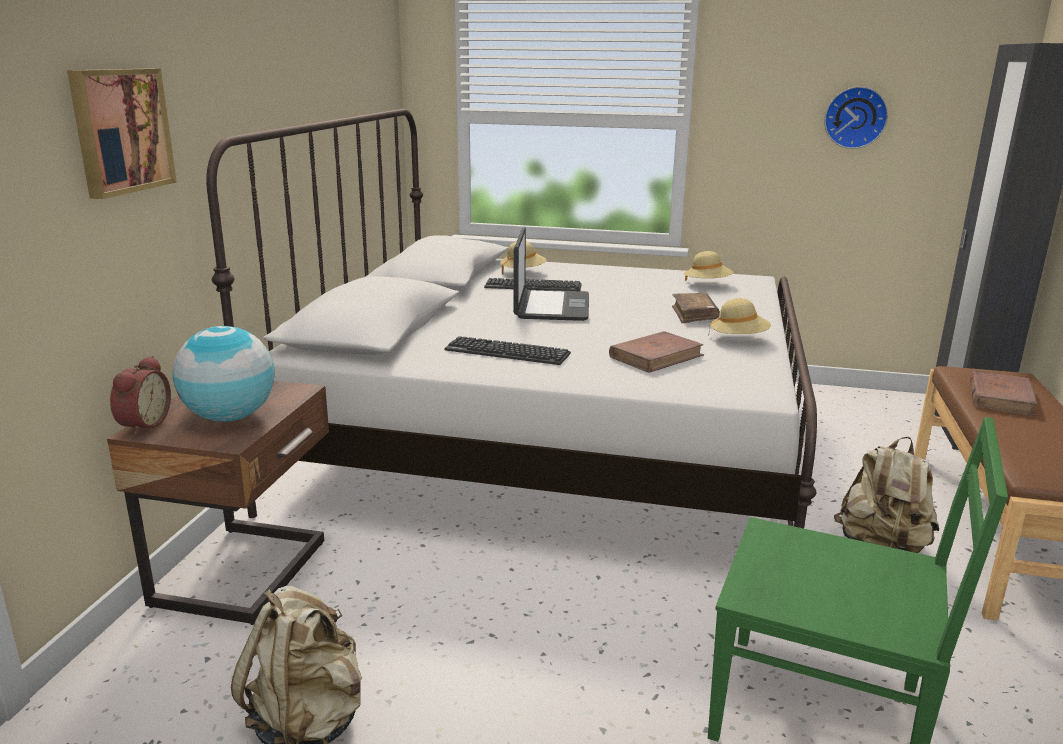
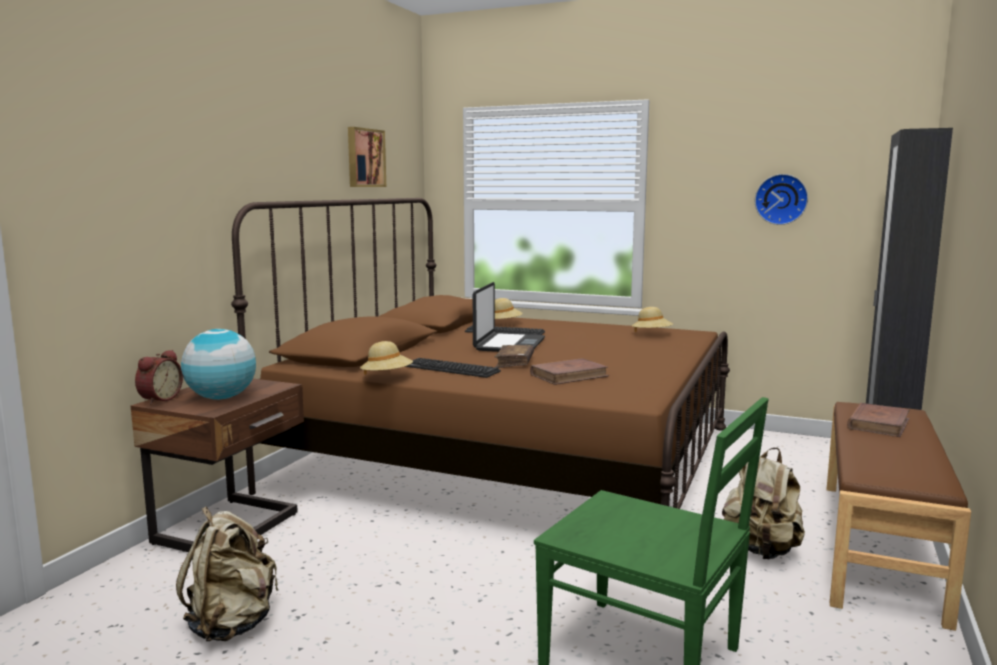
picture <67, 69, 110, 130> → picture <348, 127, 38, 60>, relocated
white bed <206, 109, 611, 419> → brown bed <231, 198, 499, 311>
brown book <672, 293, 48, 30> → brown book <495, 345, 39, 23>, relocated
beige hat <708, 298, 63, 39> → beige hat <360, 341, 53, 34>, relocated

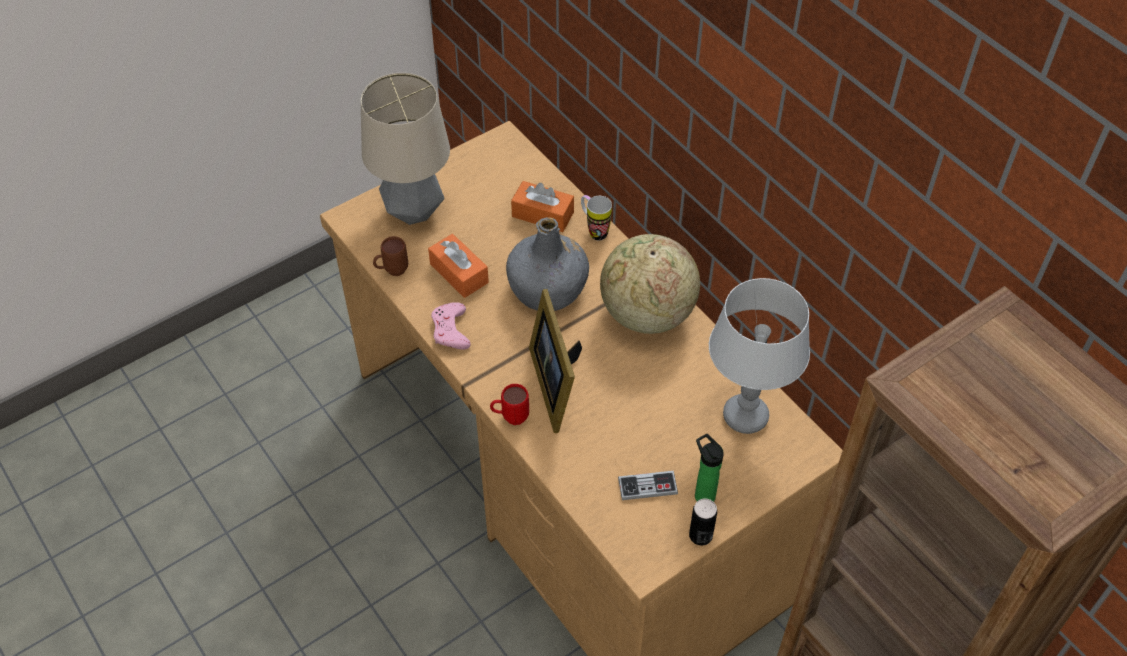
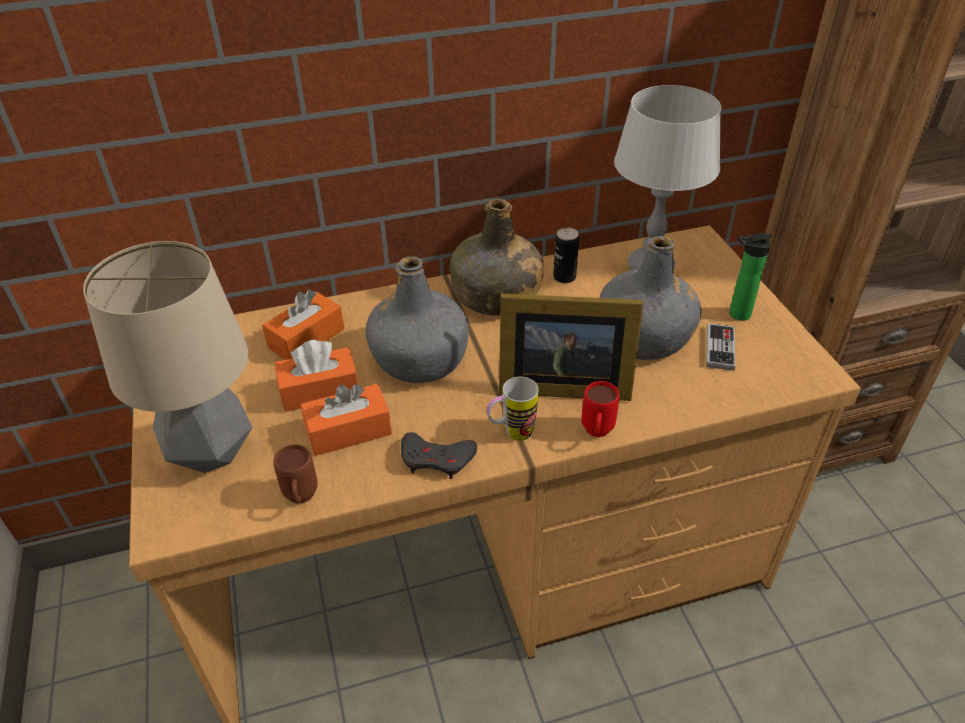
mug <581, 195, 31, 45> → mug <487, 377, 51, 64>, relocated
globe <600, 234, 100, 100> → green bottle <450, 199, 94, 117>
pink game controller <431, 302, 40, 48> → grey game controller <401, 432, 76, 47>
can <689, 498, 28, 48> → can <553, 227, 26, 56>, relocated
- → grey bottle <599, 236, 102, 124>
- → orange tissue box <275, 340, 83, 72>

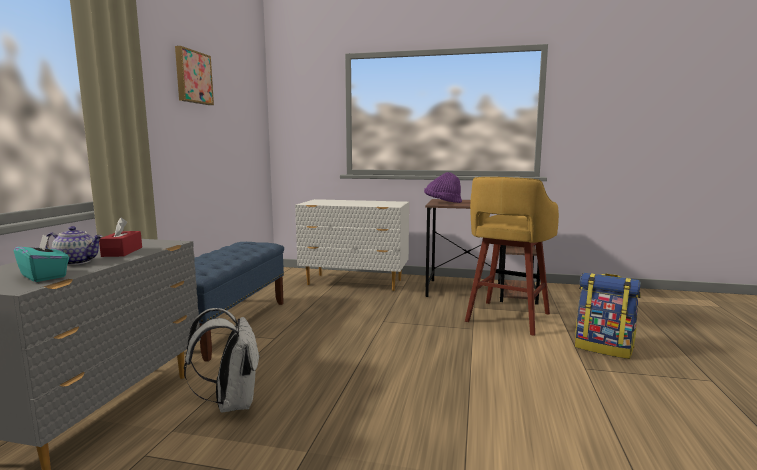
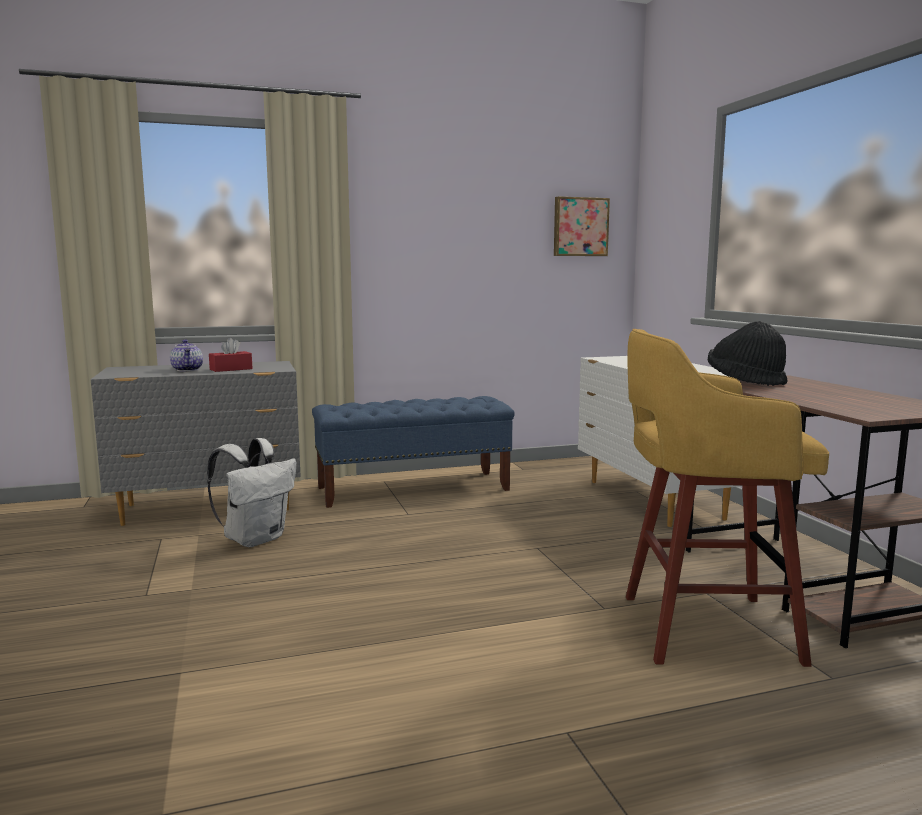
picture <175, 46, 39, 59> → picture <554, 196, 56, 60>, relocated
purple hat <424, 172, 38, 31> → black hat <707, 321, 81, 65>
turquoise tissue box <14, 235, 55, 47> → -
backpack <575, 273, 66, 86> → -

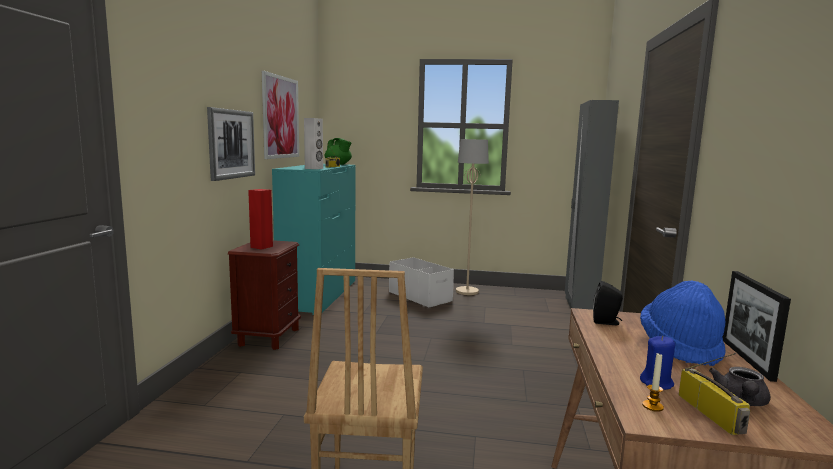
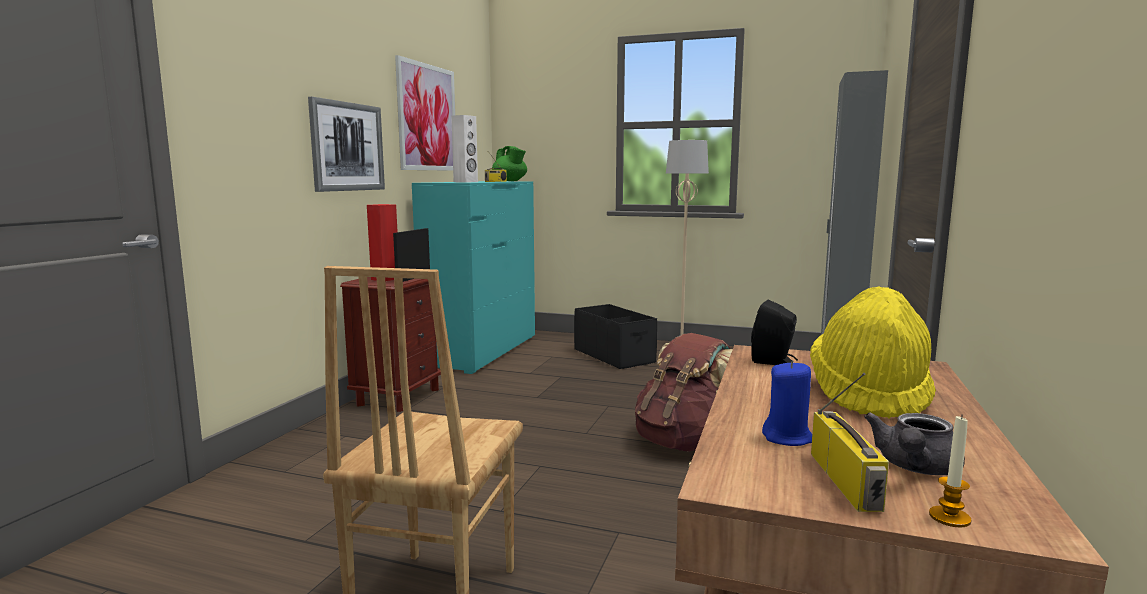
white storage box <389, 257, 65, 51> → black storage box <574, 304, 83, 65>
picture frame <723, 271, 68, 111> → picture frame <393, 228, 37, 54>, relocated
blue hat <640, 281, 85, 85> → yellow hat <810, 287, 126, 131>
candle <642, 352, 22, 60> → candle <929, 416, 42, 112>, relocated
- → brown backpack <635, 333, 98, 119>

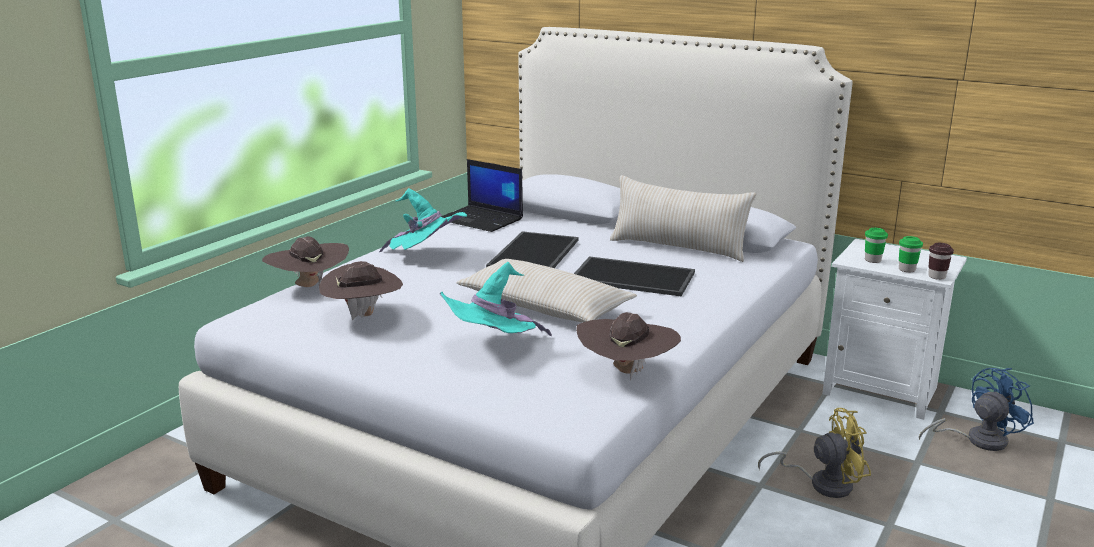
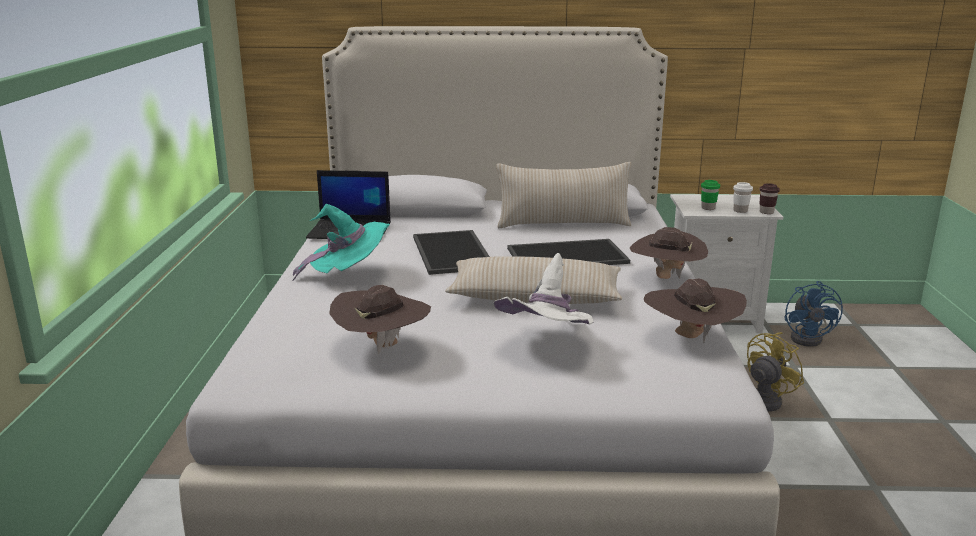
brown hat <262, 236, 87, 51> → brown hat <630, 227, 78, 52>, relocated
green cup <899, 236, 24, 36> → white cup <733, 182, 20, 31>
turquoise hat <440, 262, 112, 74> → white hat <494, 253, 100, 71>
blue fan <919, 368, 115, 83> → blue fan <784, 281, 59, 66>, 150 degrees clockwise

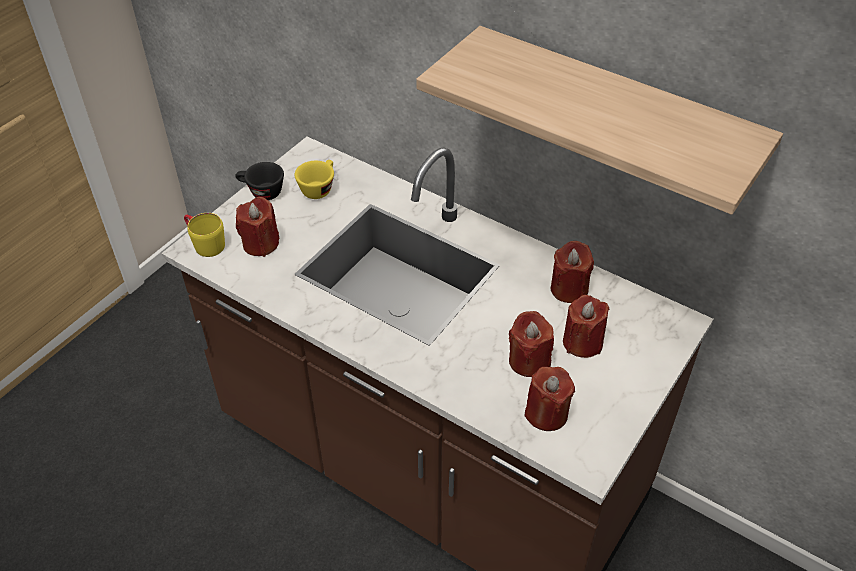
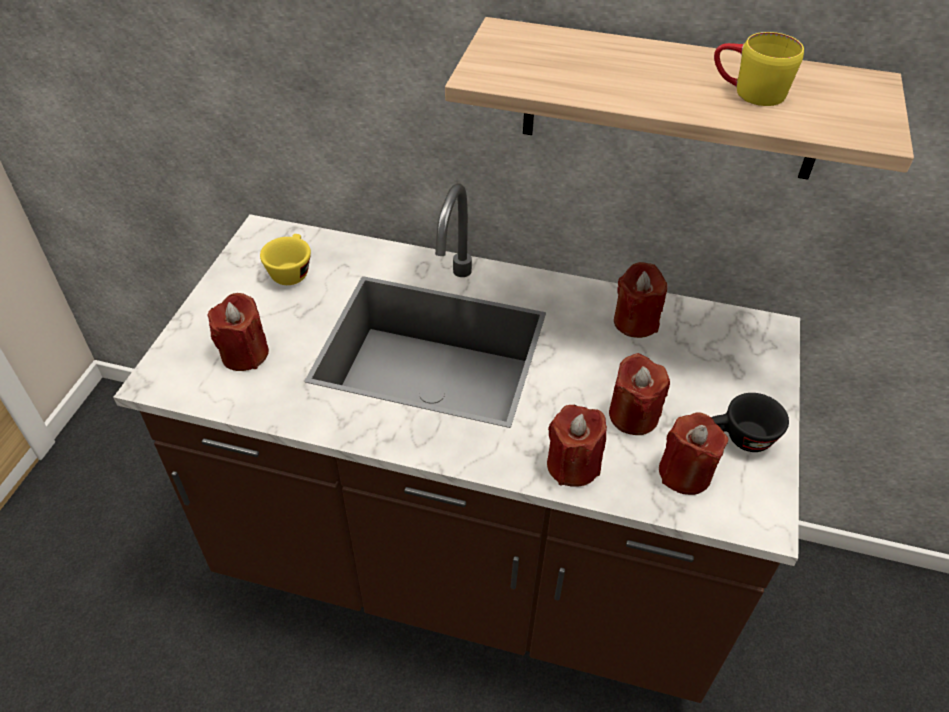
black cup <235, 162, 49, 38> → black cup <711, 393, 78, 59>, relocated
yellow mug <184, 213, 41, 44> → yellow mug <714, 32, 90, 74>, relocated
red candle <563, 295, 47, 63> → red candle <547, 405, 60, 82>, relocated

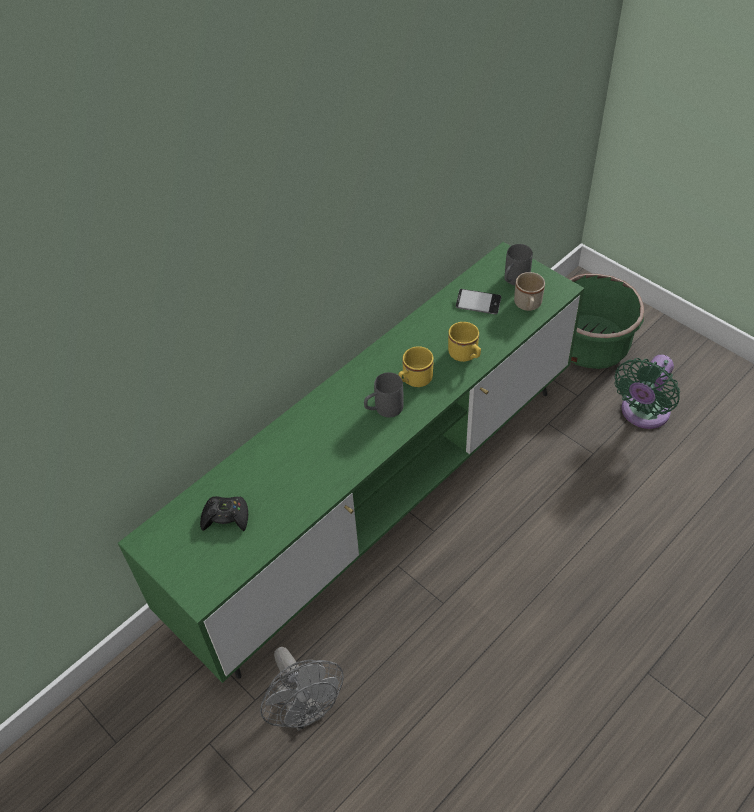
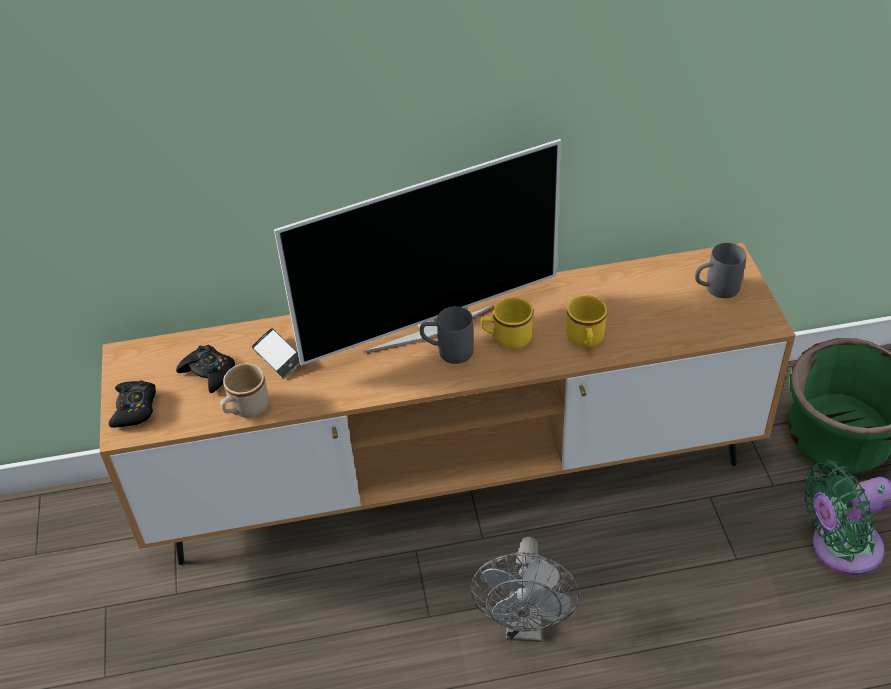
green tv stand <118, 242, 466, 441> → brown tv stand <100, 243, 695, 322>
beige mug <514, 272, 31, 39> → beige mug <220, 363, 49, 54>, relocated
phone <456, 289, 45, 25> → phone <252, 328, 48, 50>, relocated
grey fan <260, 647, 84, 84> → grey fan <470, 537, 110, 105>, relocated
- → television <274, 139, 287, 227>
- → black game controller <109, 380, 47, 47>

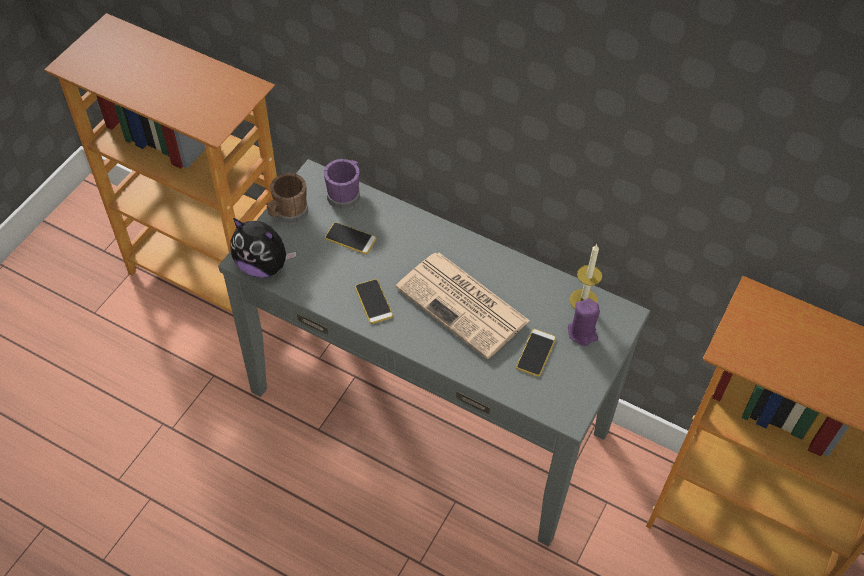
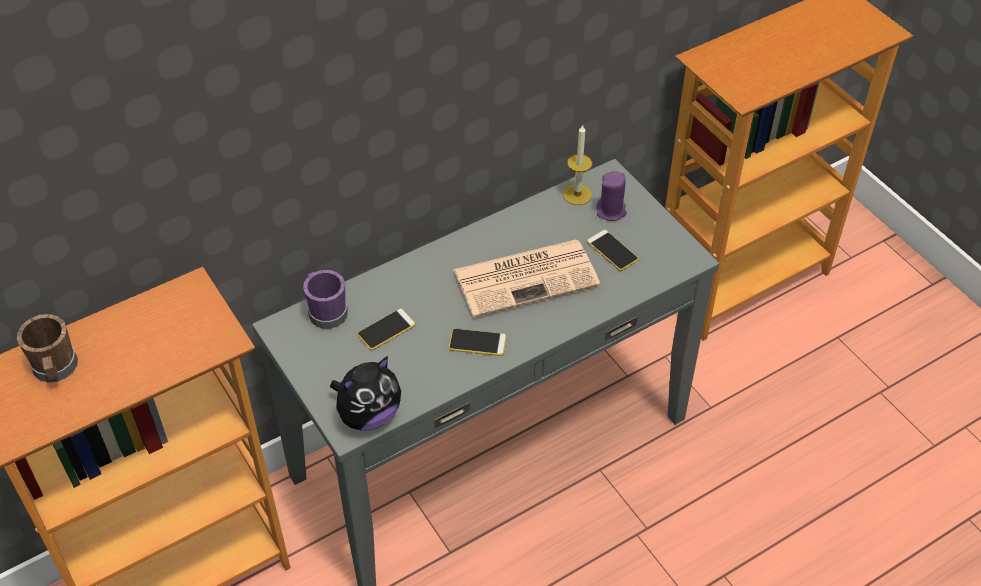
brown mug <267, 173, 41, 51> → brown mug <17, 314, 61, 68>, relocated

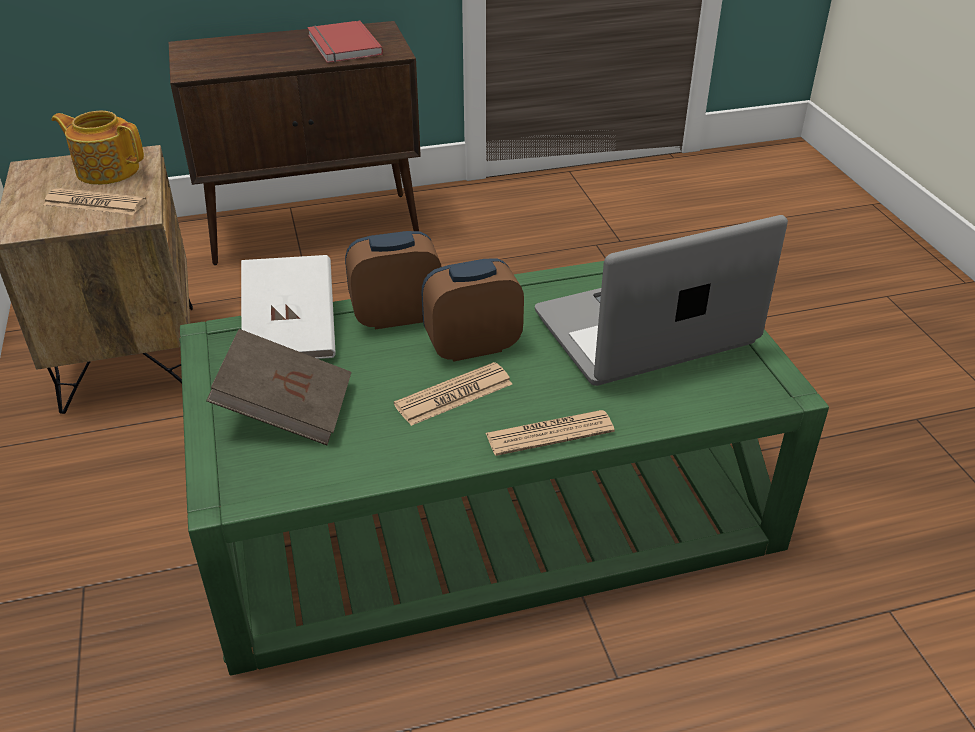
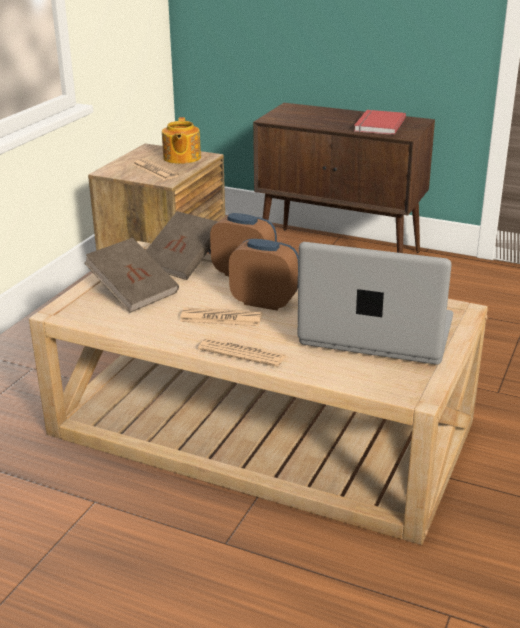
teapot <51, 111, 93, 74> → teapot <162, 117, 39, 47>, 150 degrees counterclockwise
white book <241, 255, 95, 104> → brown book <146, 211, 72, 69>
green coffee table <179, 261, 650, 415> → beige coffee table <29, 241, 459, 304>

